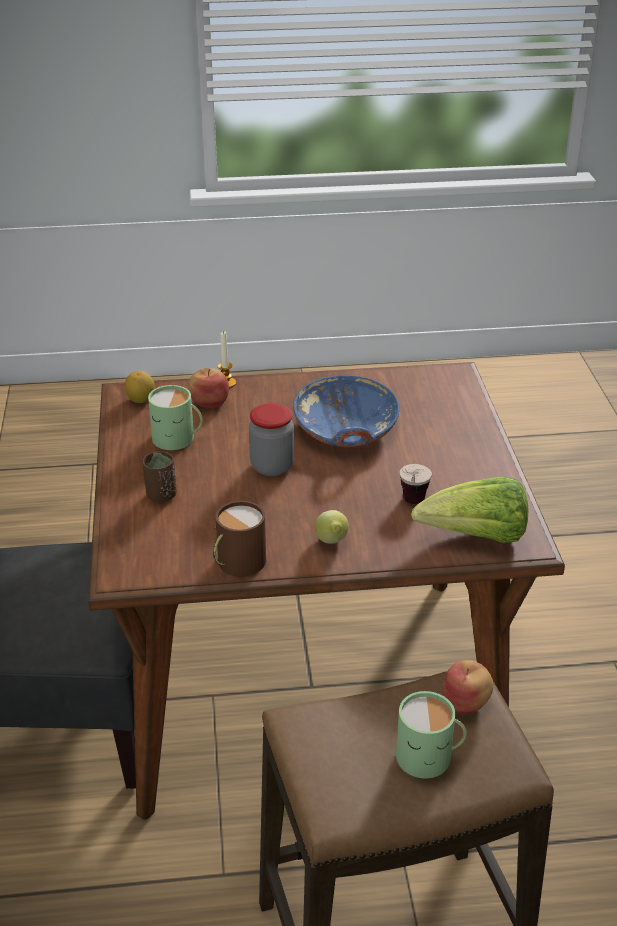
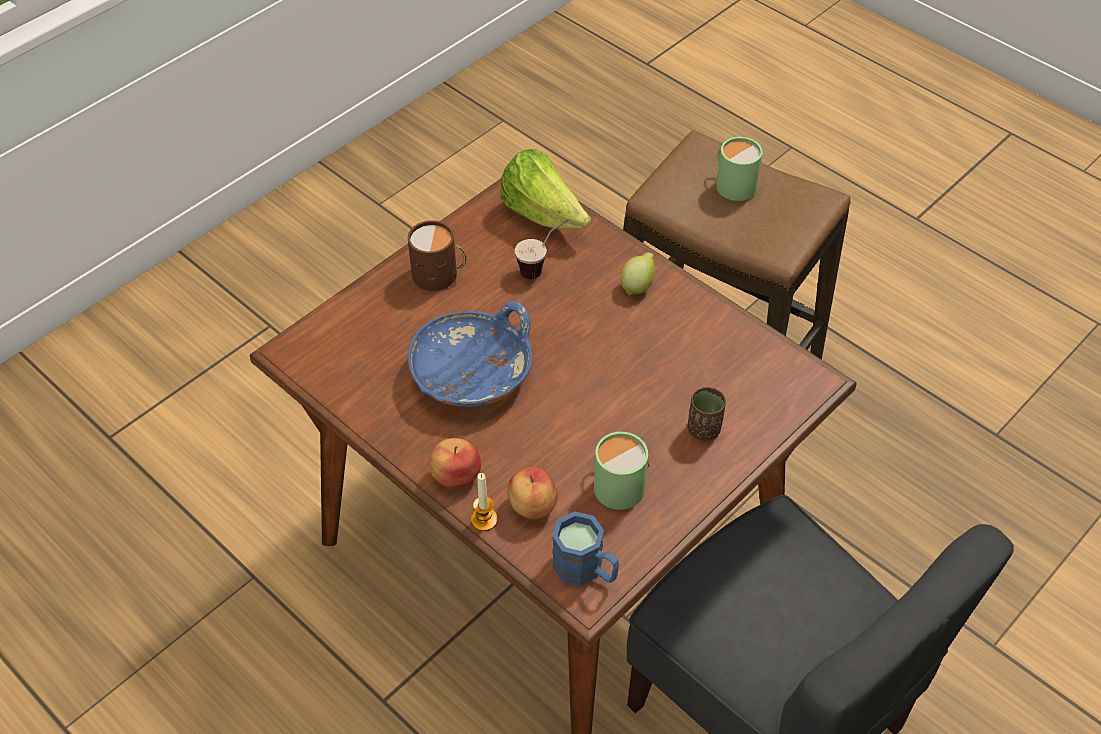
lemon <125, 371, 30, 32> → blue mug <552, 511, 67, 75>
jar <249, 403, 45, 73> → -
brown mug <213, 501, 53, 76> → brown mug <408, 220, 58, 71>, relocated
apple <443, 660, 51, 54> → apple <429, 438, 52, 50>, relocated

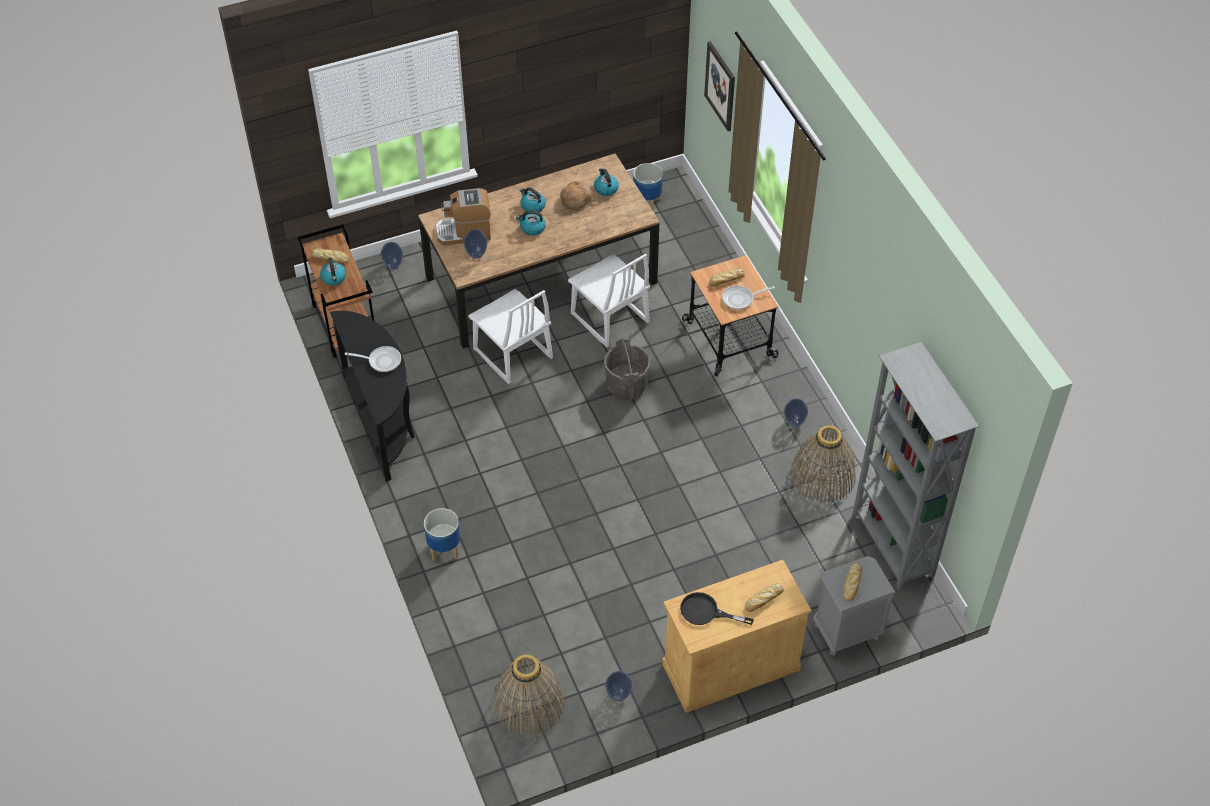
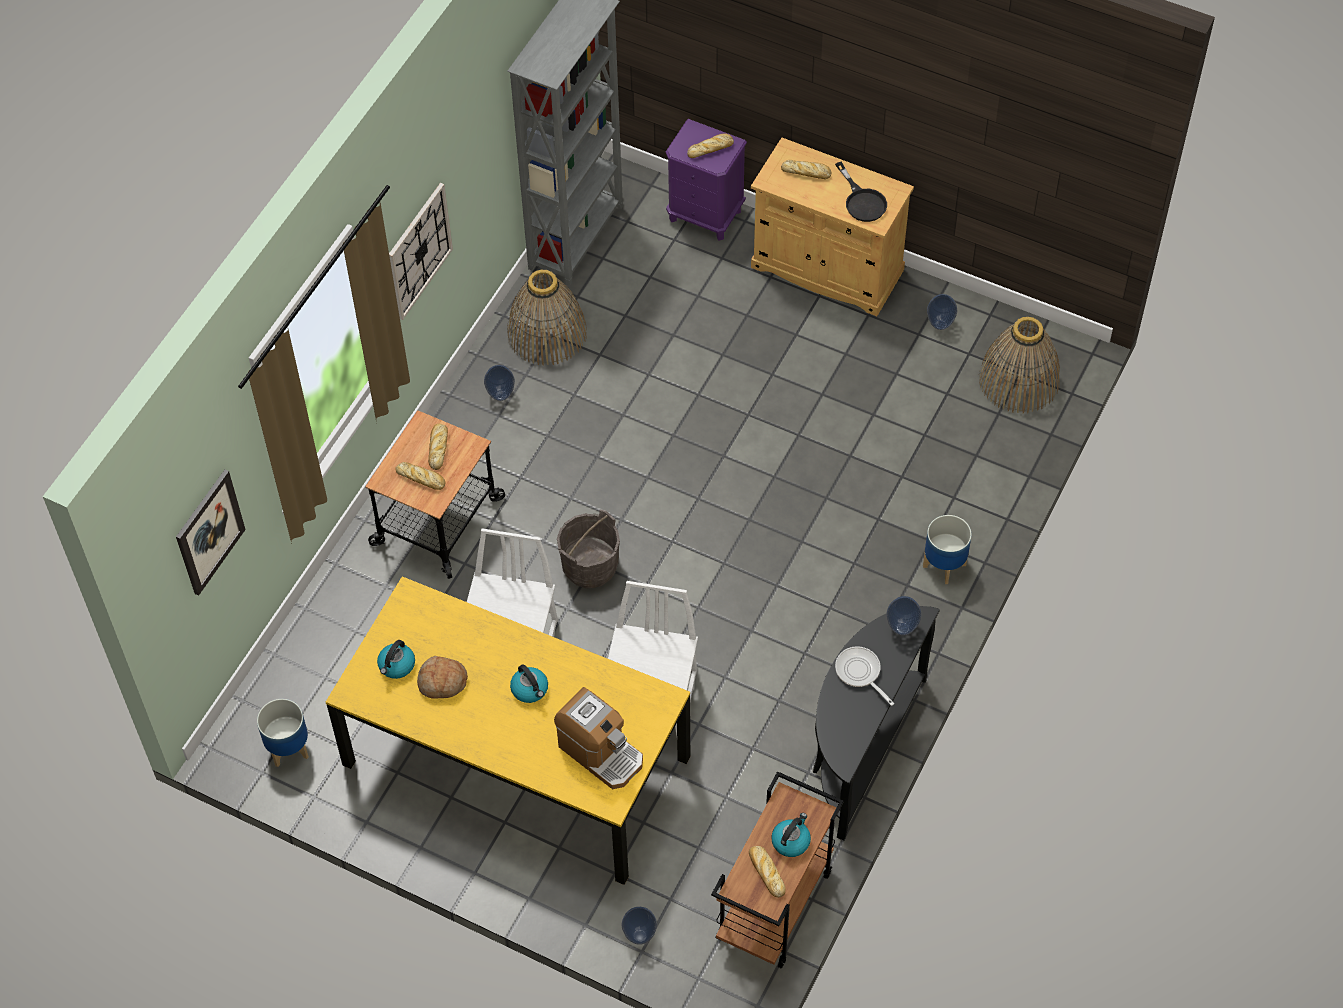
brown dining table <418, 154, 242, 195> → yellow dining table <326, 576, 364, 309>
kettle <520, 187, 26, 25> → -
vase <464, 229, 24, 30> → vase <886, 596, 36, 39>, relocated
frying pan <722, 285, 53, 25> → bread <428, 424, 20, 46>
grey nightstand <813, 556, 83, 100> → purple nightstand <666, 119, 81, 122>
- → wall clock <389, 183, 64, 137>

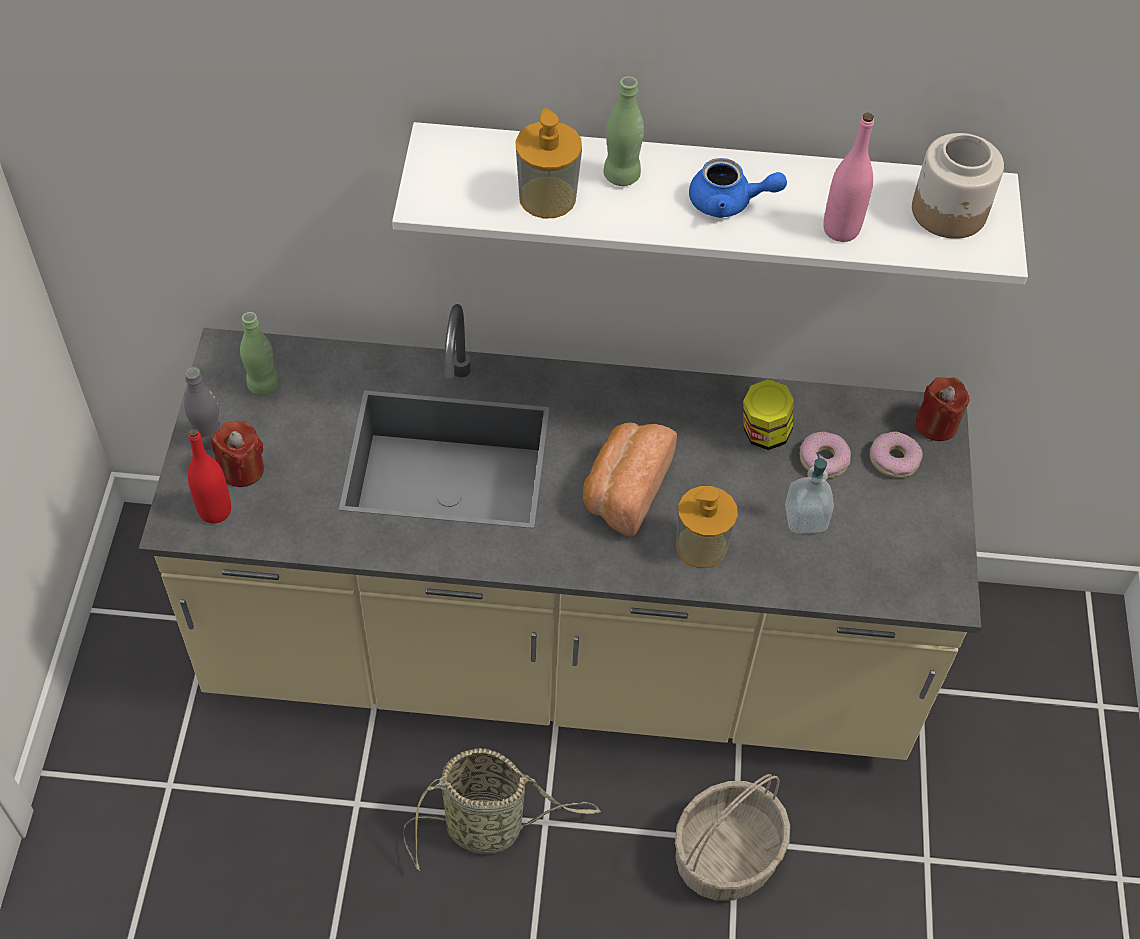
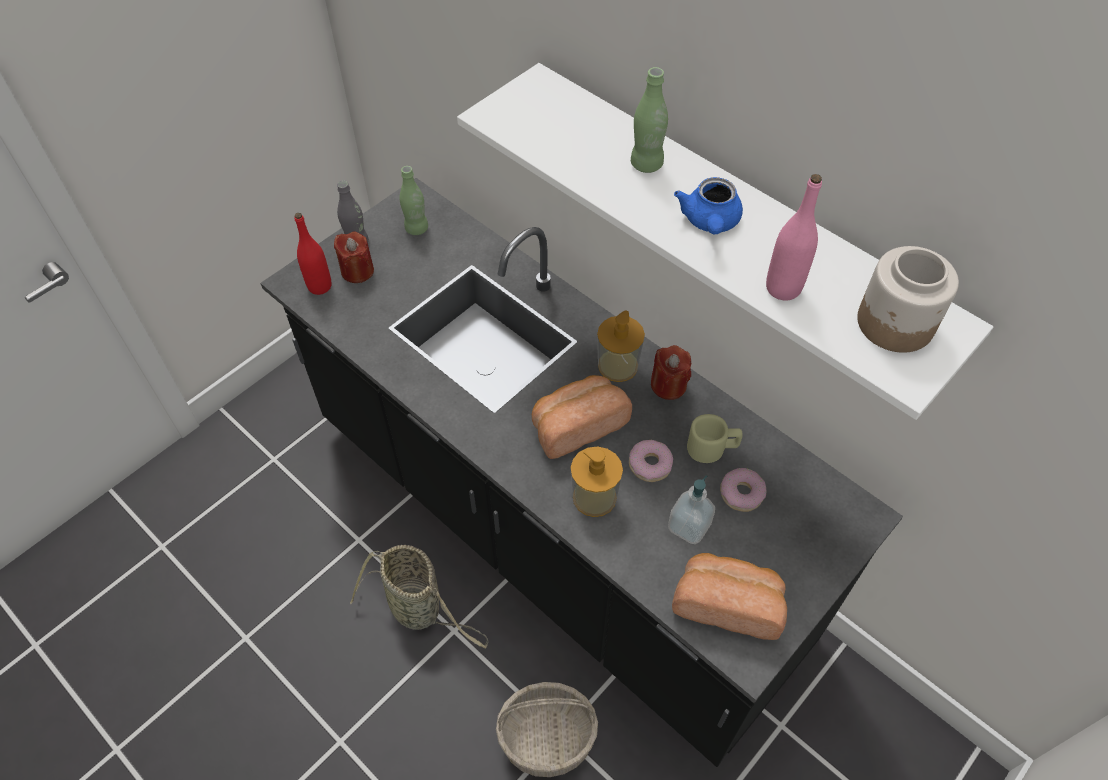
soap dispenser <515, 108, 67, 111> → soap dispenser <597, 310, 48, 72>, relocated
blue teapot <689, 158, 98, 60> → blue teapot <674, 177, 69, 57>, 45 degrees clockwise
beige counter <139, 304, 842, 456> → black counter <260, 178, 643, 589>
red candle <915, 378, 54, 63> → red candle <651, 345, 40, 55>, relocated
jar <743, 379, 51, 71> → beige mug <687, 414, 56, 49>
donut <870, 432, 53, 46> → donut <629, 440, 44, 42>, relocated
- → bread <672, 553, 115, 87>

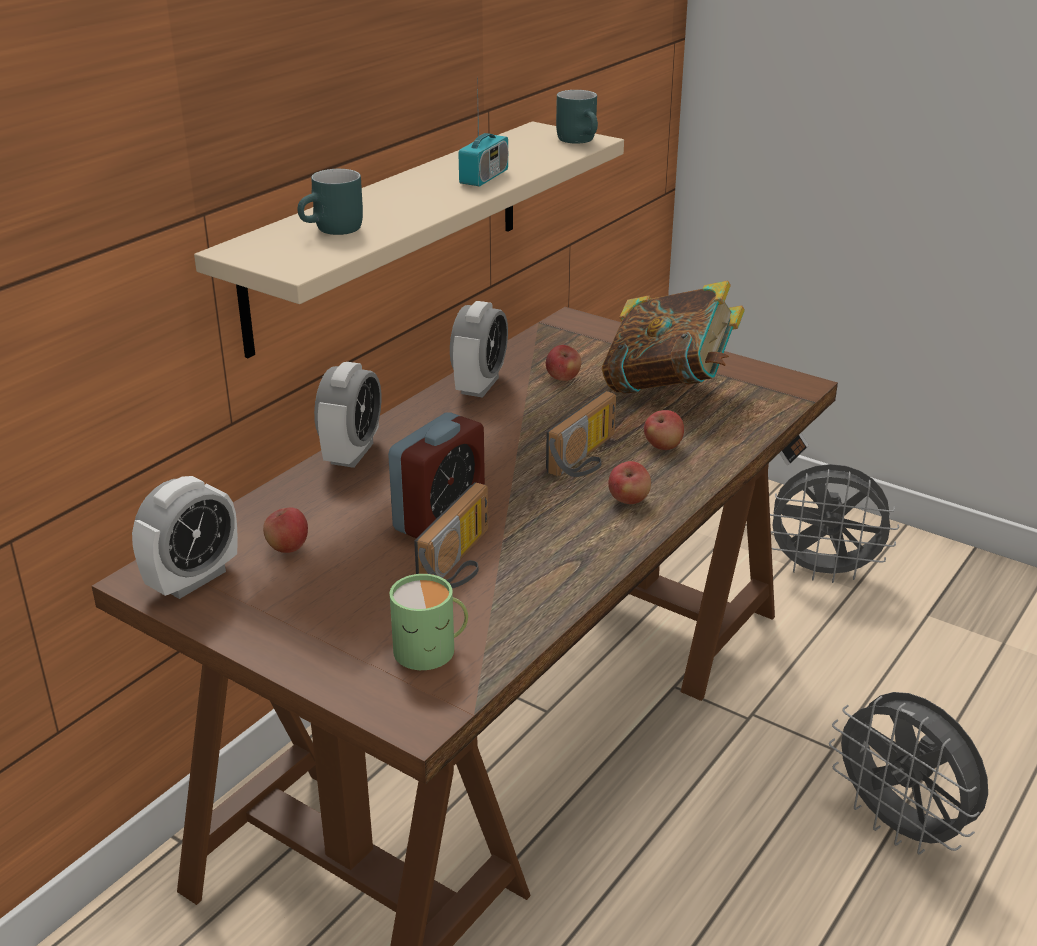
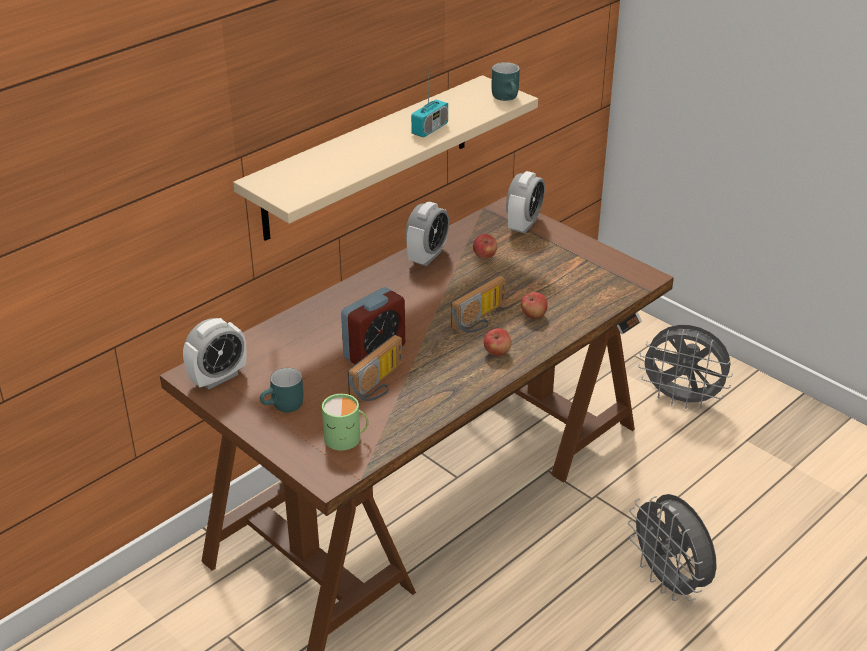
turquoise mug <298, 169, 65, 66> → turquoise mug <260, 368, 43, 44>, relocated
book <602, 281, 143, 113> → -
alarm clock <314, 362, 67, 106> → alarm clock <506, 171, 39, 62>, relocated
apple <263, 508, 45, 45> → -

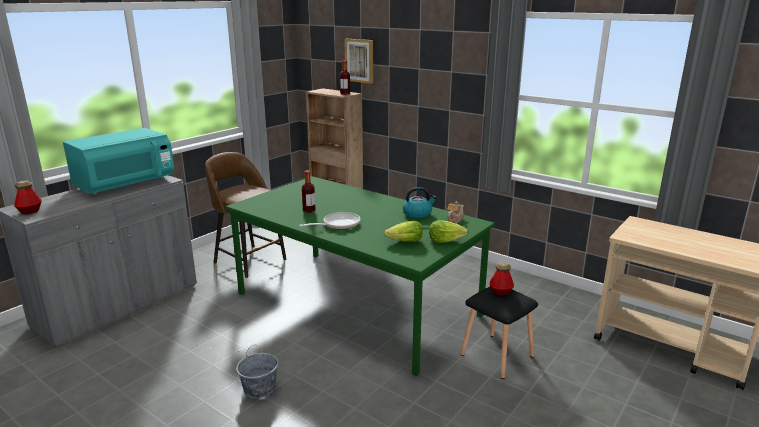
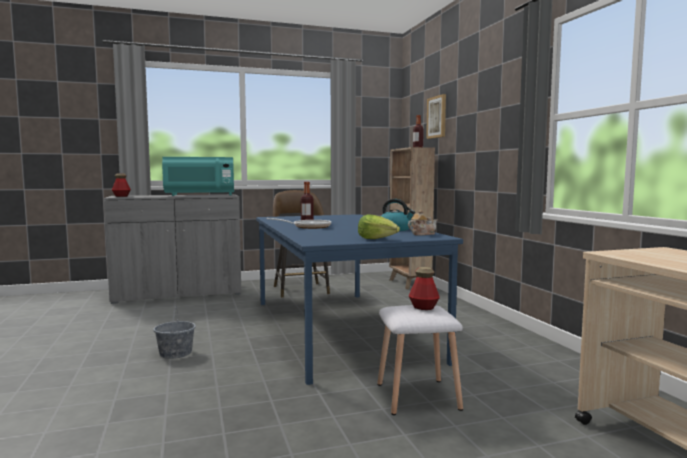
green dining table <226, 176, 269, 200> → blue dining table <256, 214, 207, 171>
lettuce <384, 221, 39, 21> → -
black stool <461, 287, 77, 92> → white stool <377, 305, 86, 110>

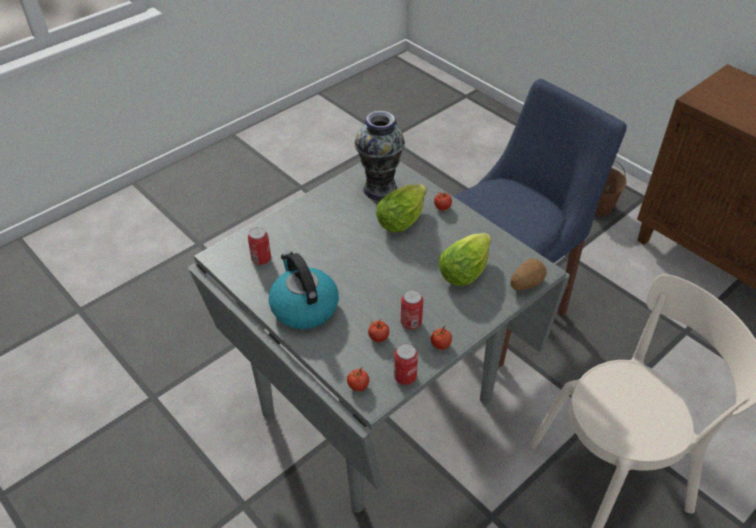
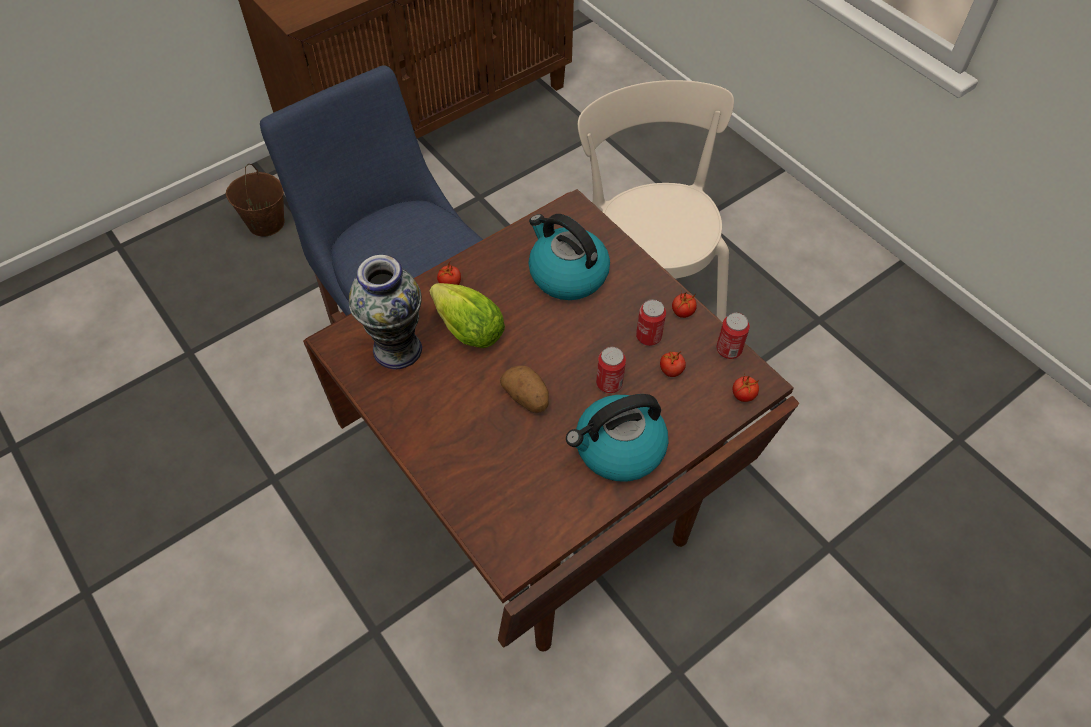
grey dining table <188, 161, 382, 352> → brown dining table <303, 189, 496, 462>
can <248, 227, 23, 38> → can <596, 347, 30, 46>, relocated
lettuce <439, 233, 52, 53> → kettle <528, 214, 82, 86>
potato <510, 258, 37, 33> → potato <500, 365, 49, 48>, relocated

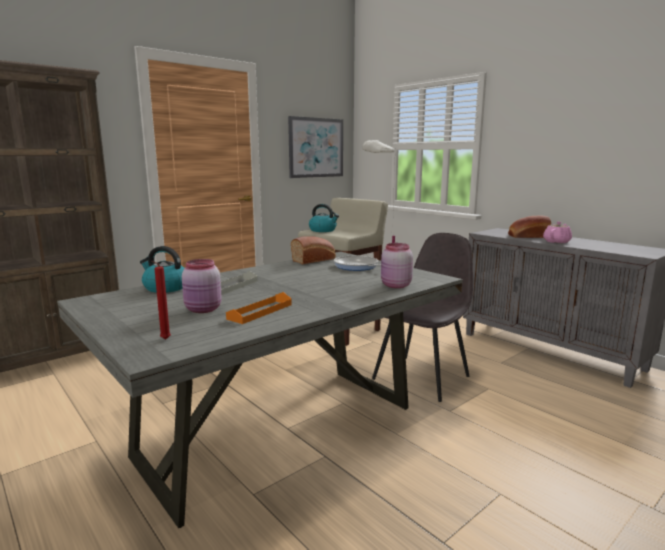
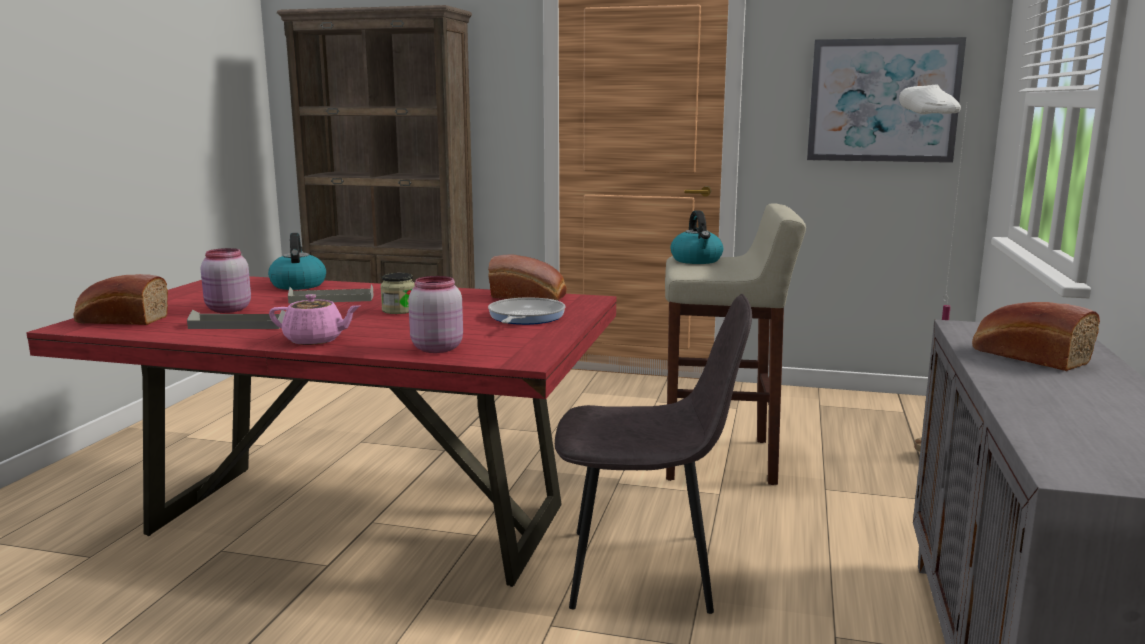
pink teapot <543, 222, 29, 21> → pink teapot <269, 294, 91, 51>, relocated
grey dining table <57, 252, 406, 276> → red dining table <26, 276, 591, 311>
red candle <151, 261, 20, 78> → bread <74, 274, 94, 51>
orange tray <226, 292, 66, 32> → grey tray <187, 310, 99, 19>
- → jar <380, 273, 35, 41>

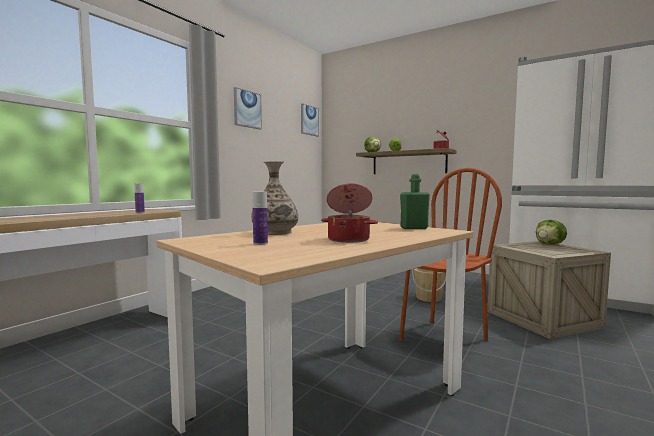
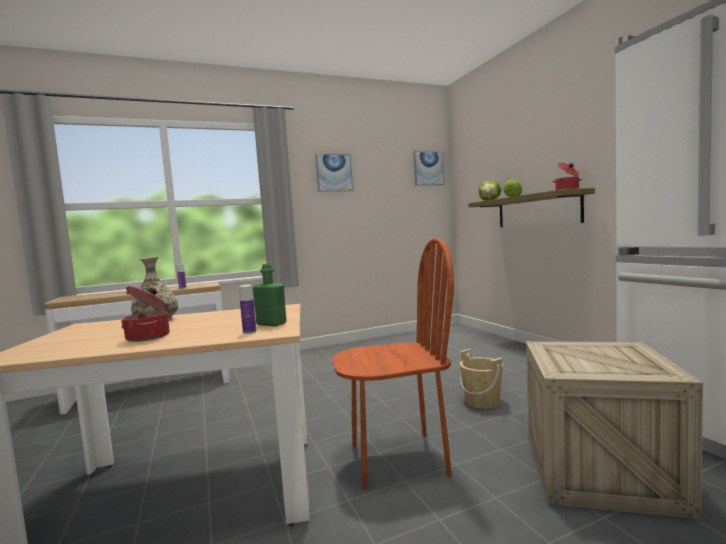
bottle <253, 192, 15, 53> → bottle <239, 285, 18, 49>, relocated
lettuce <536, 220, 31, 24> → -

